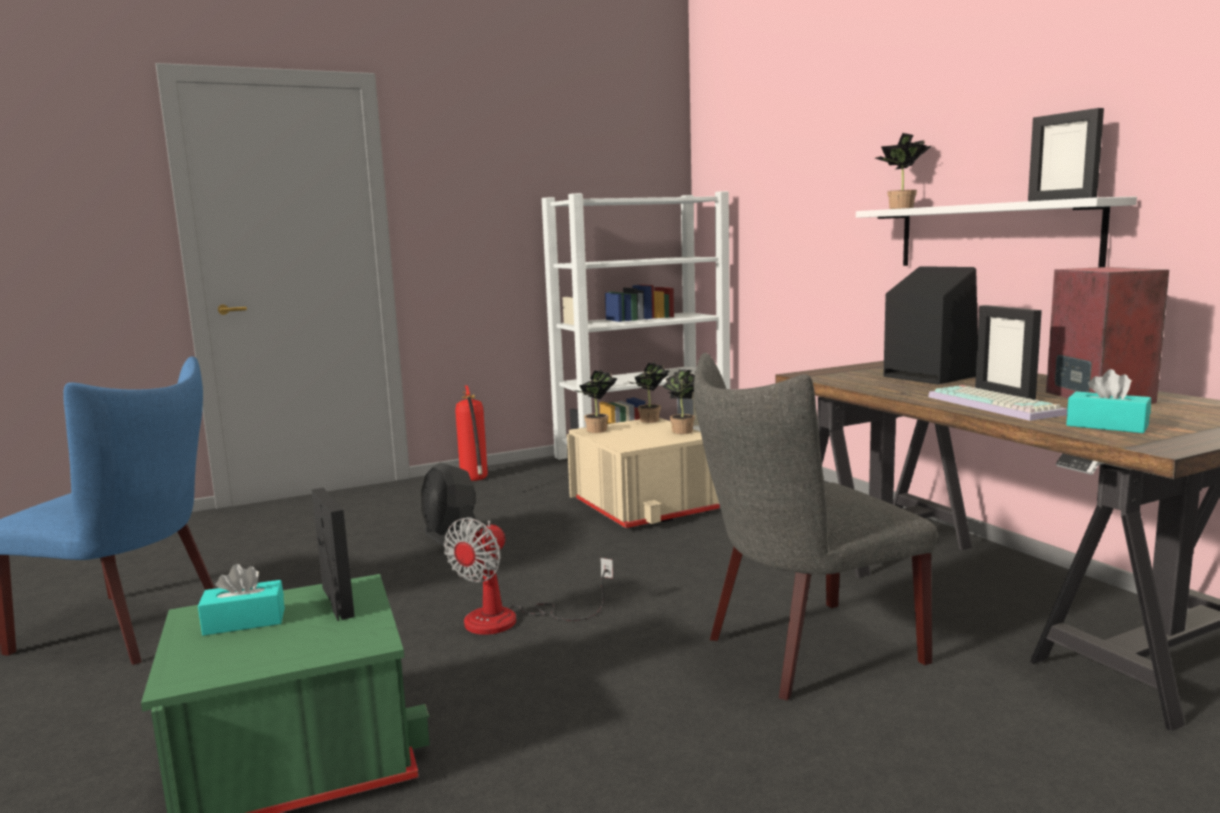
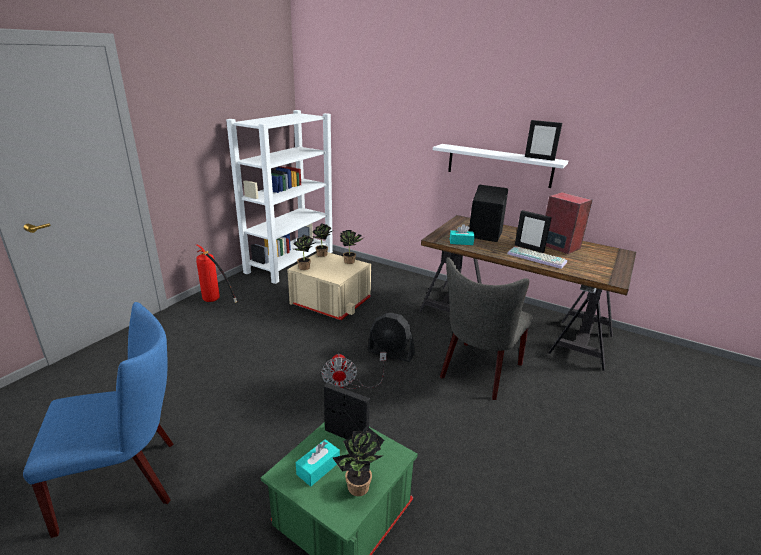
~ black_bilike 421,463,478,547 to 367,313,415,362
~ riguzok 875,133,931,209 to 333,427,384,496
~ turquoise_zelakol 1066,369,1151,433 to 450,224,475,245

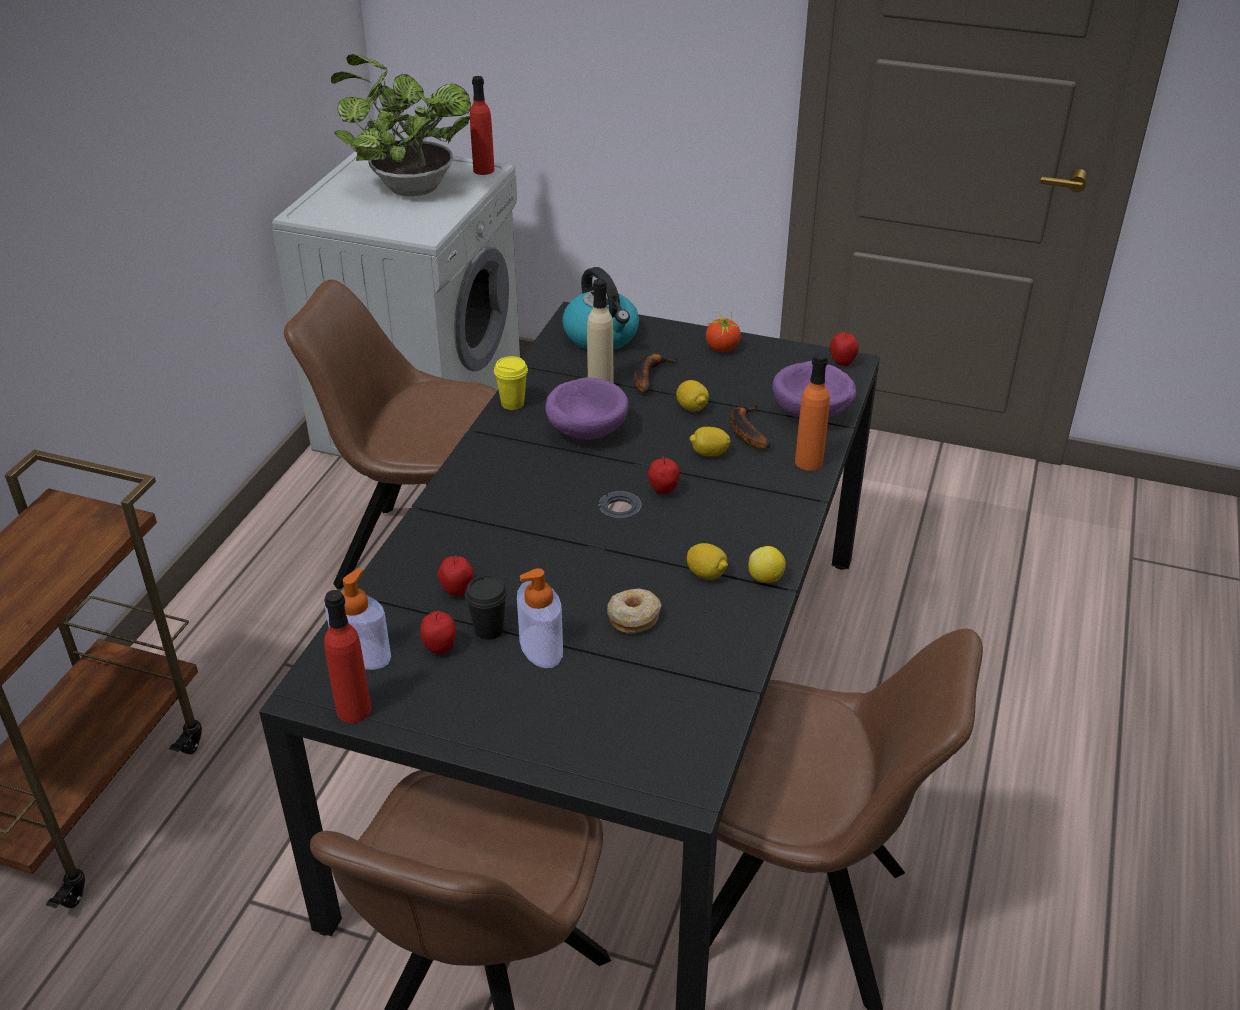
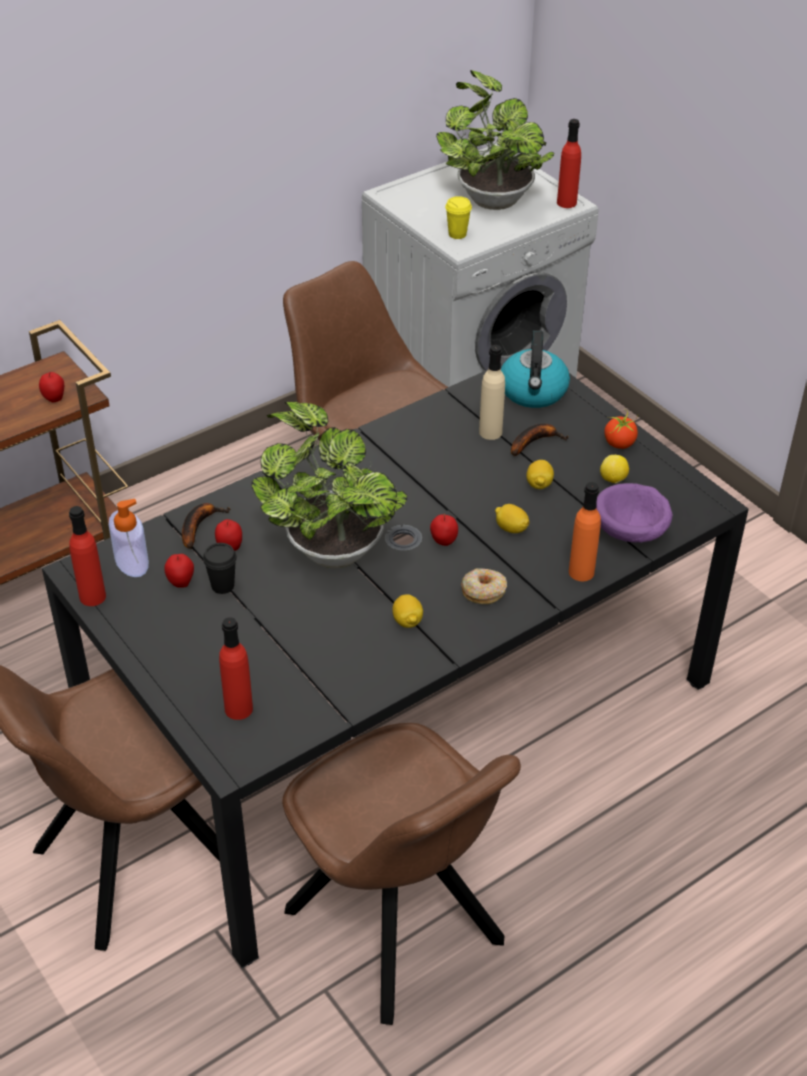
- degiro 517,568,563,668
- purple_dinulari 545,377,628,440
+ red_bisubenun 219,617,253,720
+ riguzok 252,402,407,568
~ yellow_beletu 494,356,528,410 to 445,196,472,239
~ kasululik 607,588,662,634 to 461,569,507,604
~ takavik 730,404,771,449 to 182,503,231,549
~ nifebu 749,546,786,583 to 600,455,629,483
~ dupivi 830,331,859,366 to 39,372,64,403

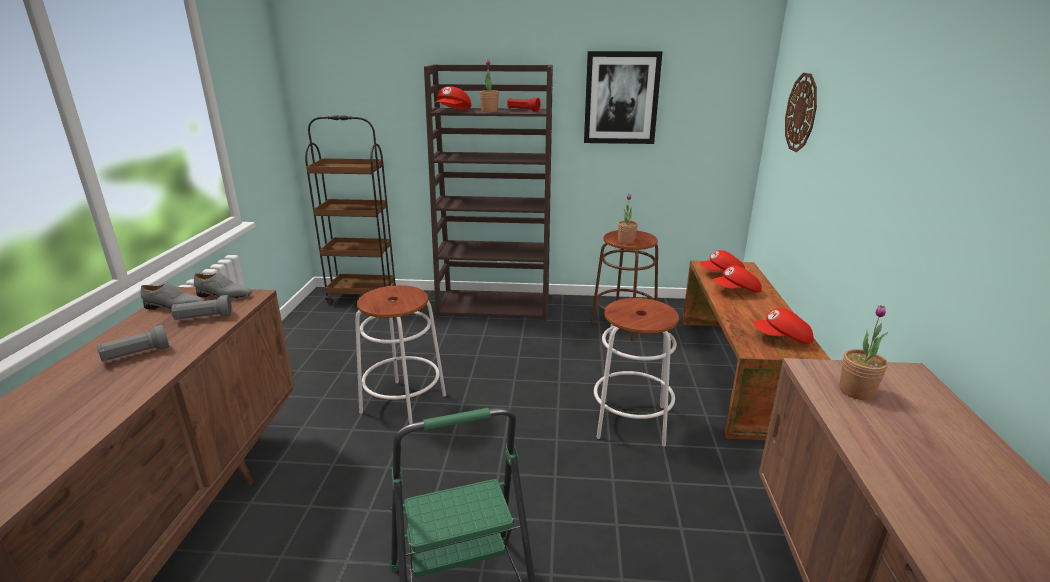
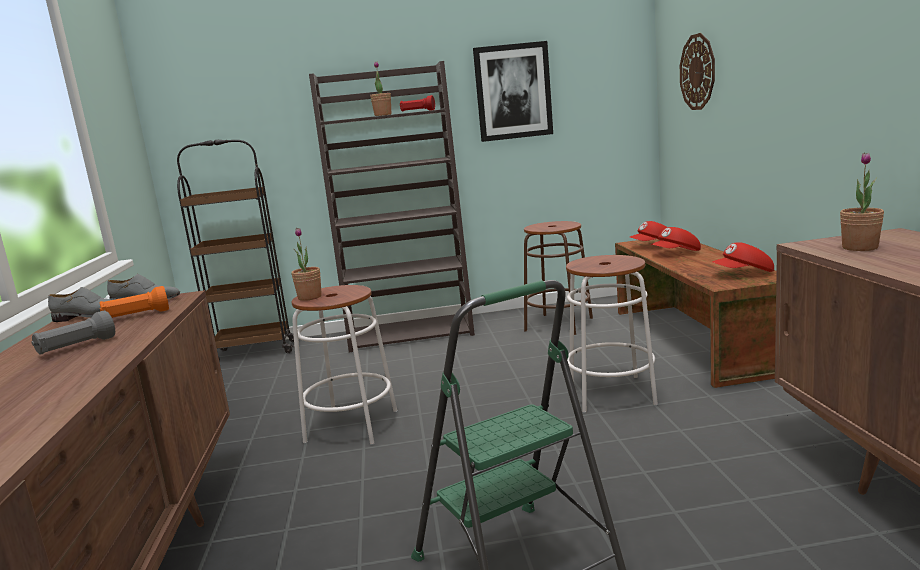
- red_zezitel 434,86,471,110
~ riguzok 618,194,638,244 to 291,228,322,301
~ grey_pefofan 172,295,232,320 to orange_pefofan 100,286,169,318

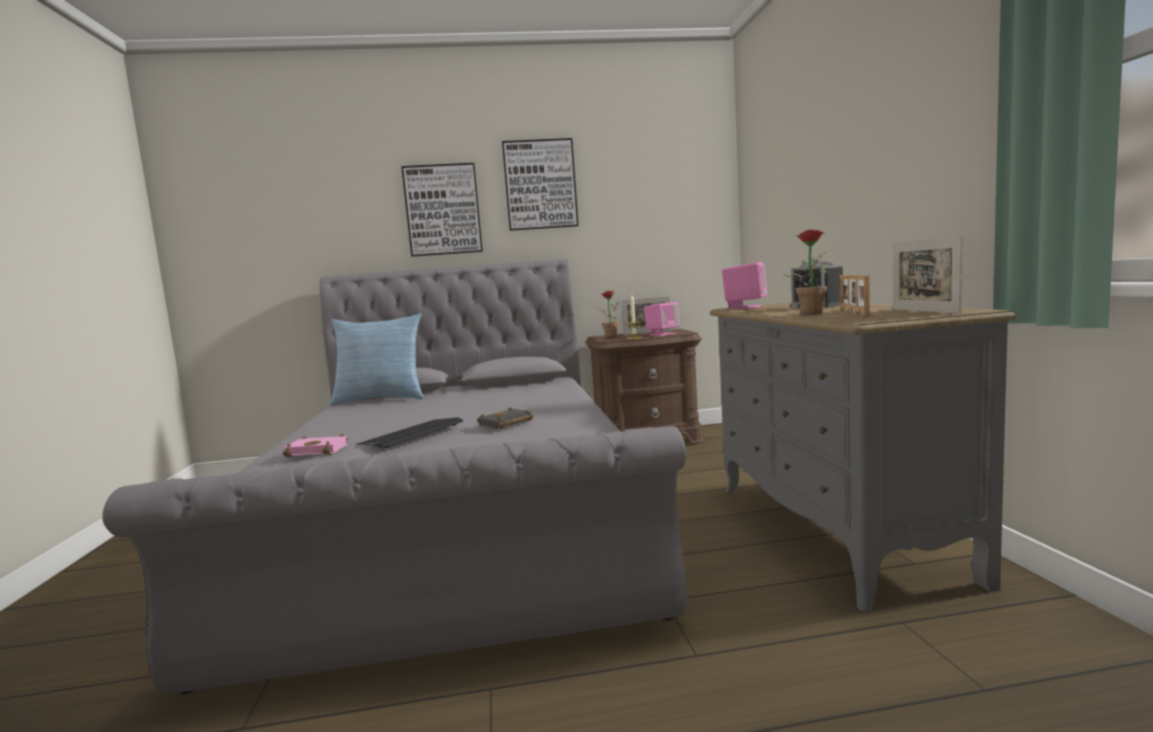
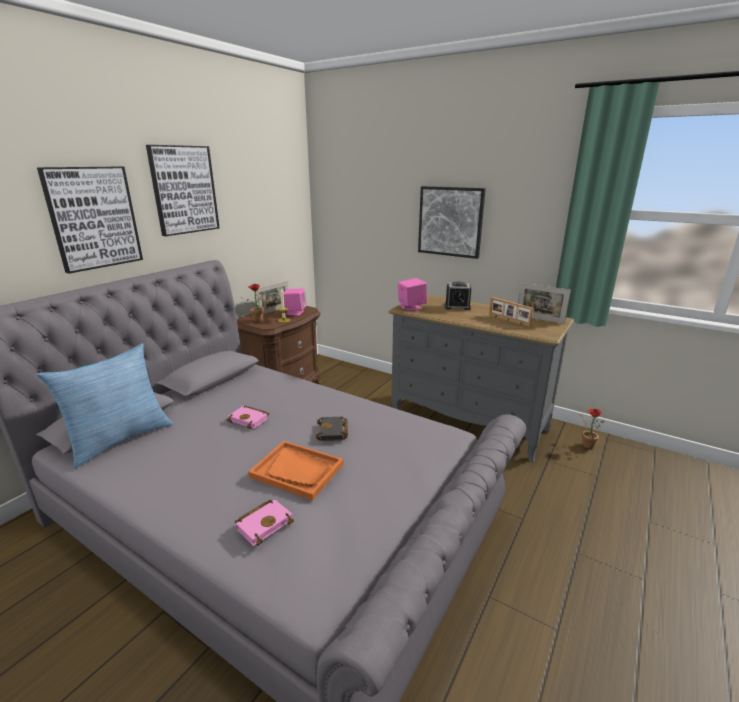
+ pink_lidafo 227,406,269,429
+ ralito 418,186,486,259
~ riguzok 783,229,828,314 to 579,408,604,449
~ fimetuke 357,417,463,448 to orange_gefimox 248,441,343,501

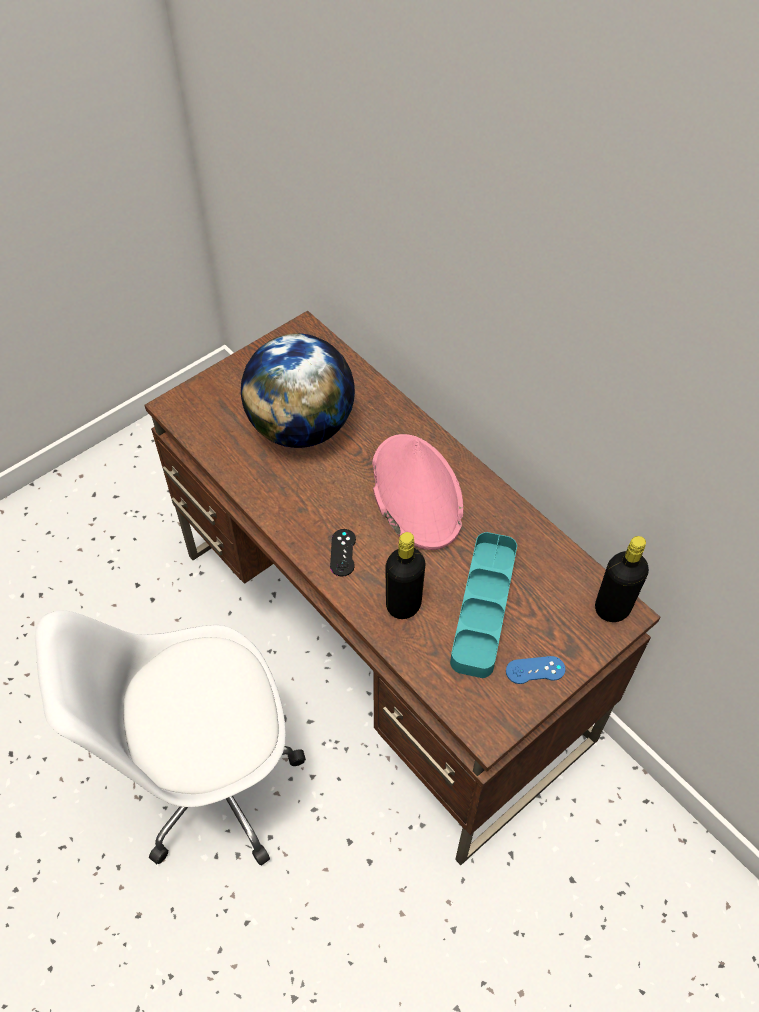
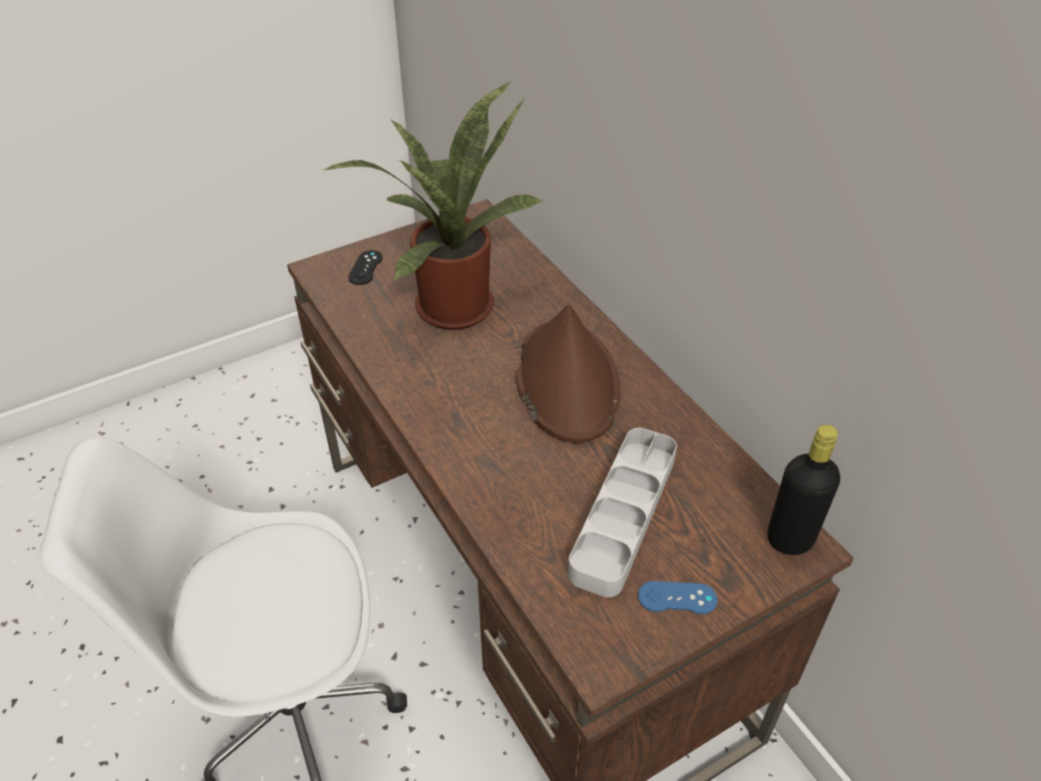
- black_bisubenun 385,532,425,619
~ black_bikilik 330,529,356,577 to 348,250,383,285
~ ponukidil 241,333,355,448 to riguzok 324,81,543,330
~ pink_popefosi 372,434,463,550 to brown_popefosi 516,304,620,443
~ turquoise_gefimox 450,532,517,678 to grey_gefimox 568,428,677,597

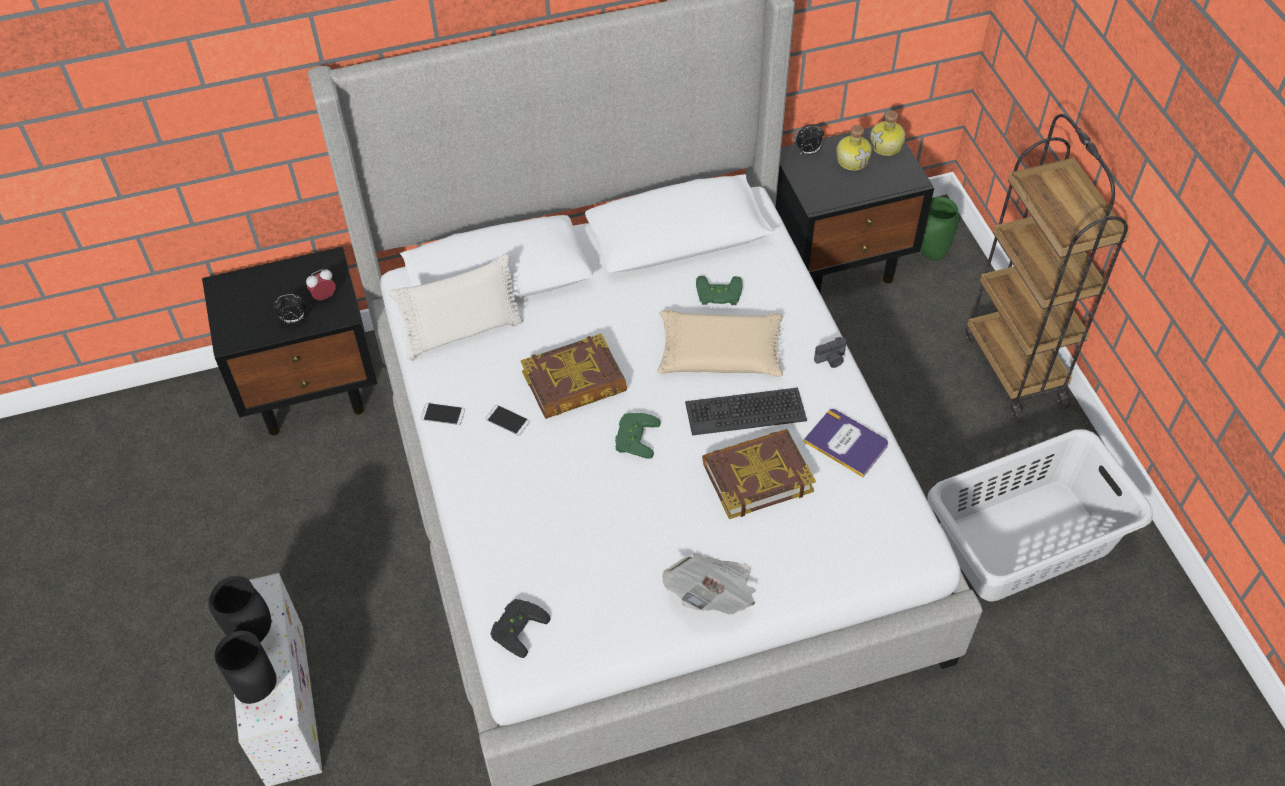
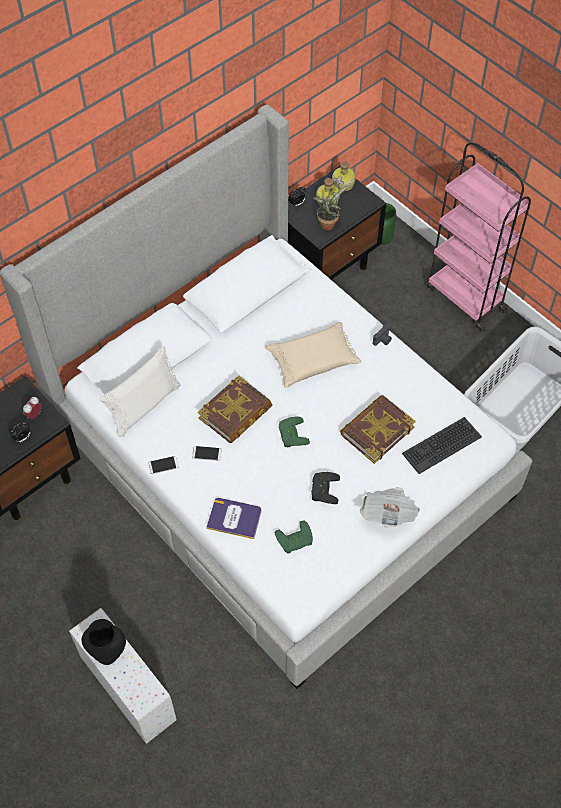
- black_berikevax 215,631,277,704
+ riguzok 313,185,349,230
~ black_bikilik 490,599,551,658 to 311,472,340,504
~ fimetuke 685,388,807,435 to 402,417,482,474
~ green_bikilik 696,276,743,305 to 275,520,313,554
~ lidafo 803,409,888,477 to 206,498,262,539
~ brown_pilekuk 965,114,1129,421 to pink_pilekuk 427,142,531,333

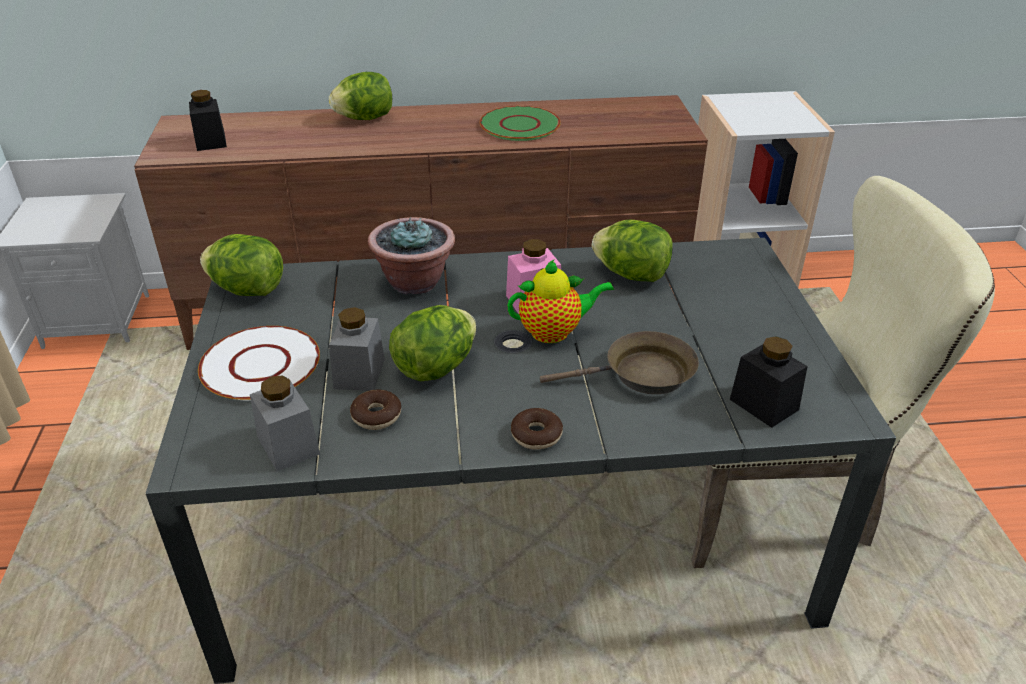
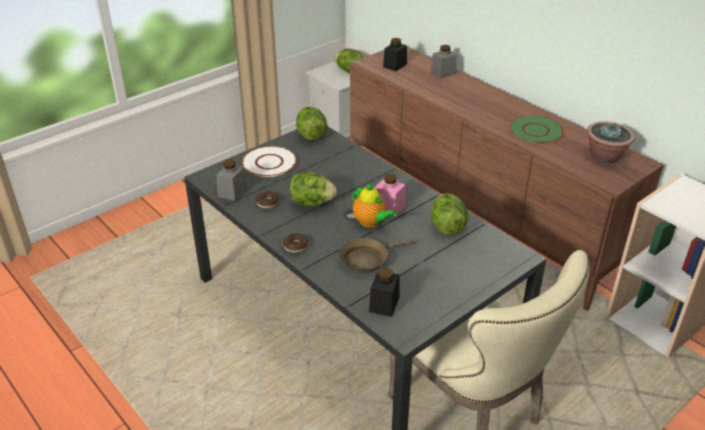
~ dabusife 329,72,392,120 to 334,48,364,73
~ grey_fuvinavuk 329,307,385,391 to 431,45,457,78
~ riguzok 368,217,455,294 to 587,121,635,163
~ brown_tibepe 540,331,699,394 = 339,238,416,273 105 degrees clockwise

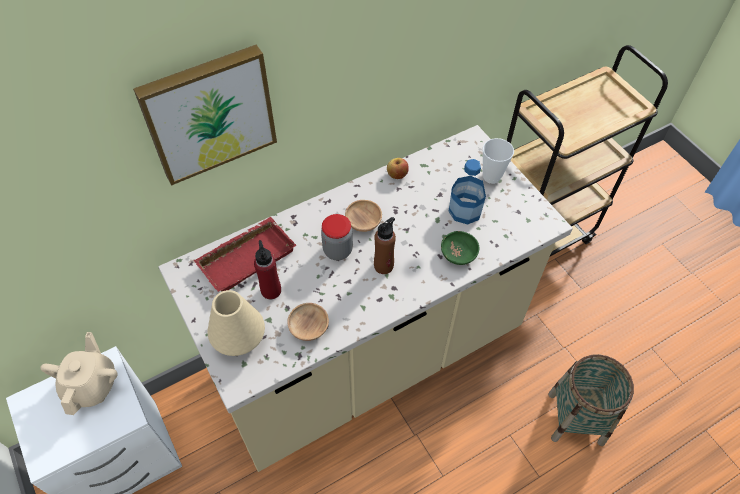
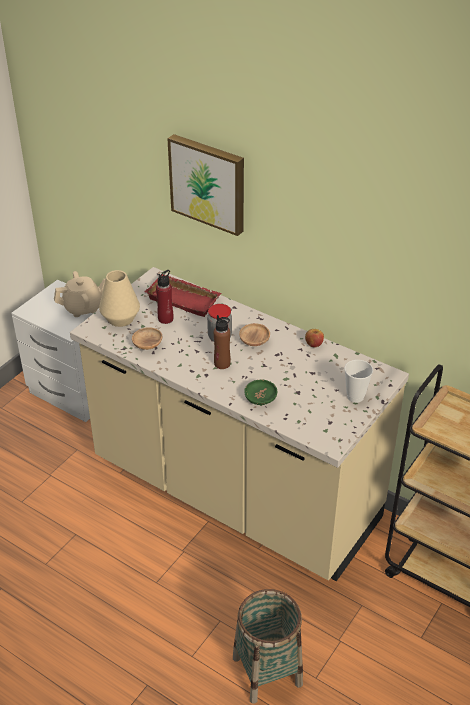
- bisubenun 448,159,486,224

